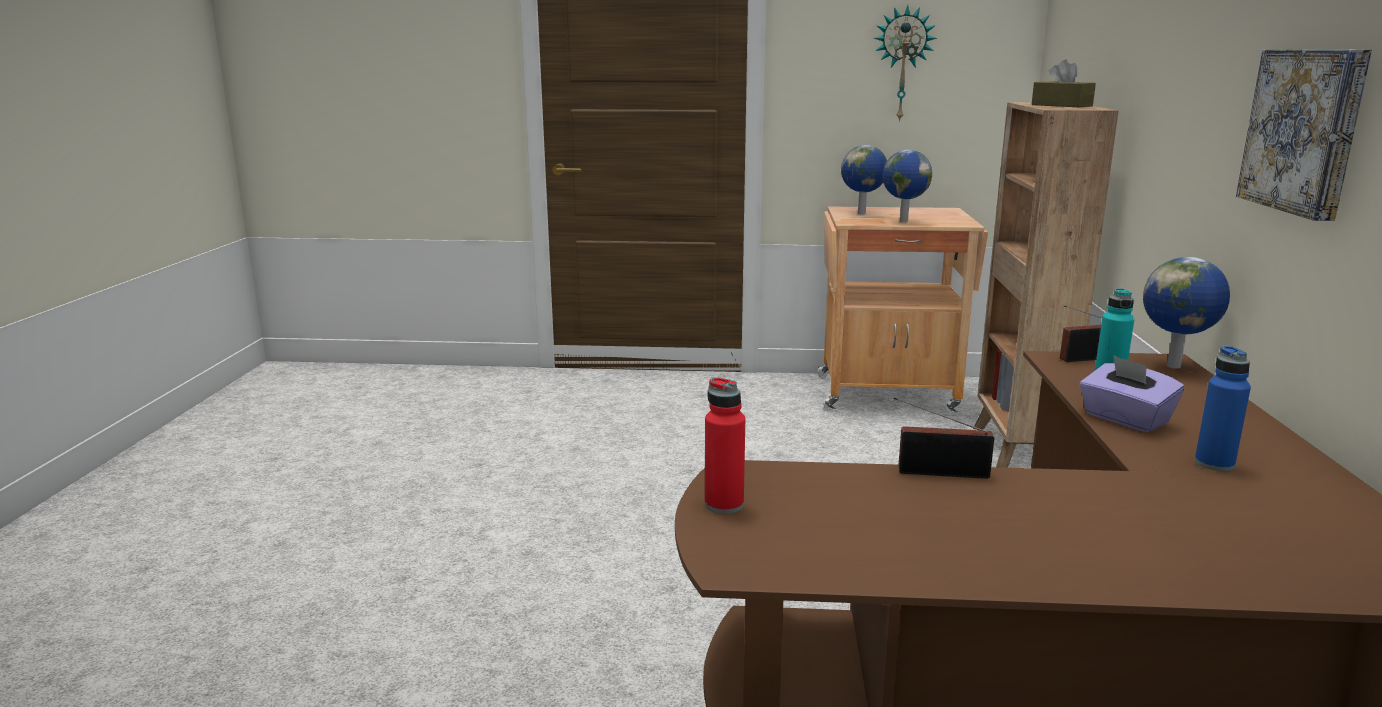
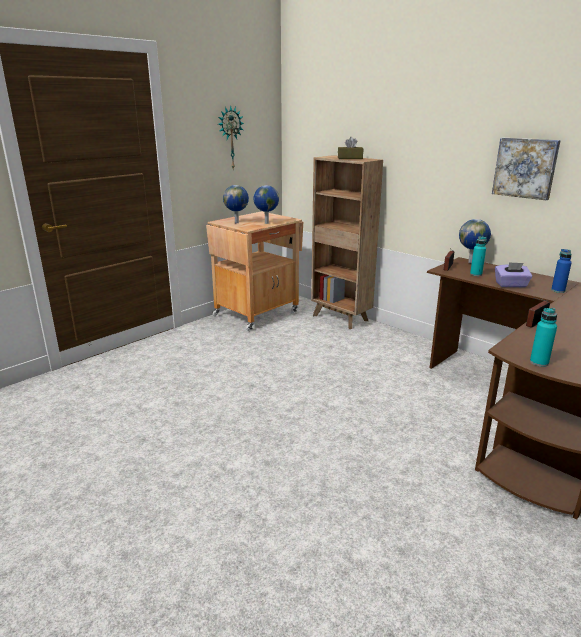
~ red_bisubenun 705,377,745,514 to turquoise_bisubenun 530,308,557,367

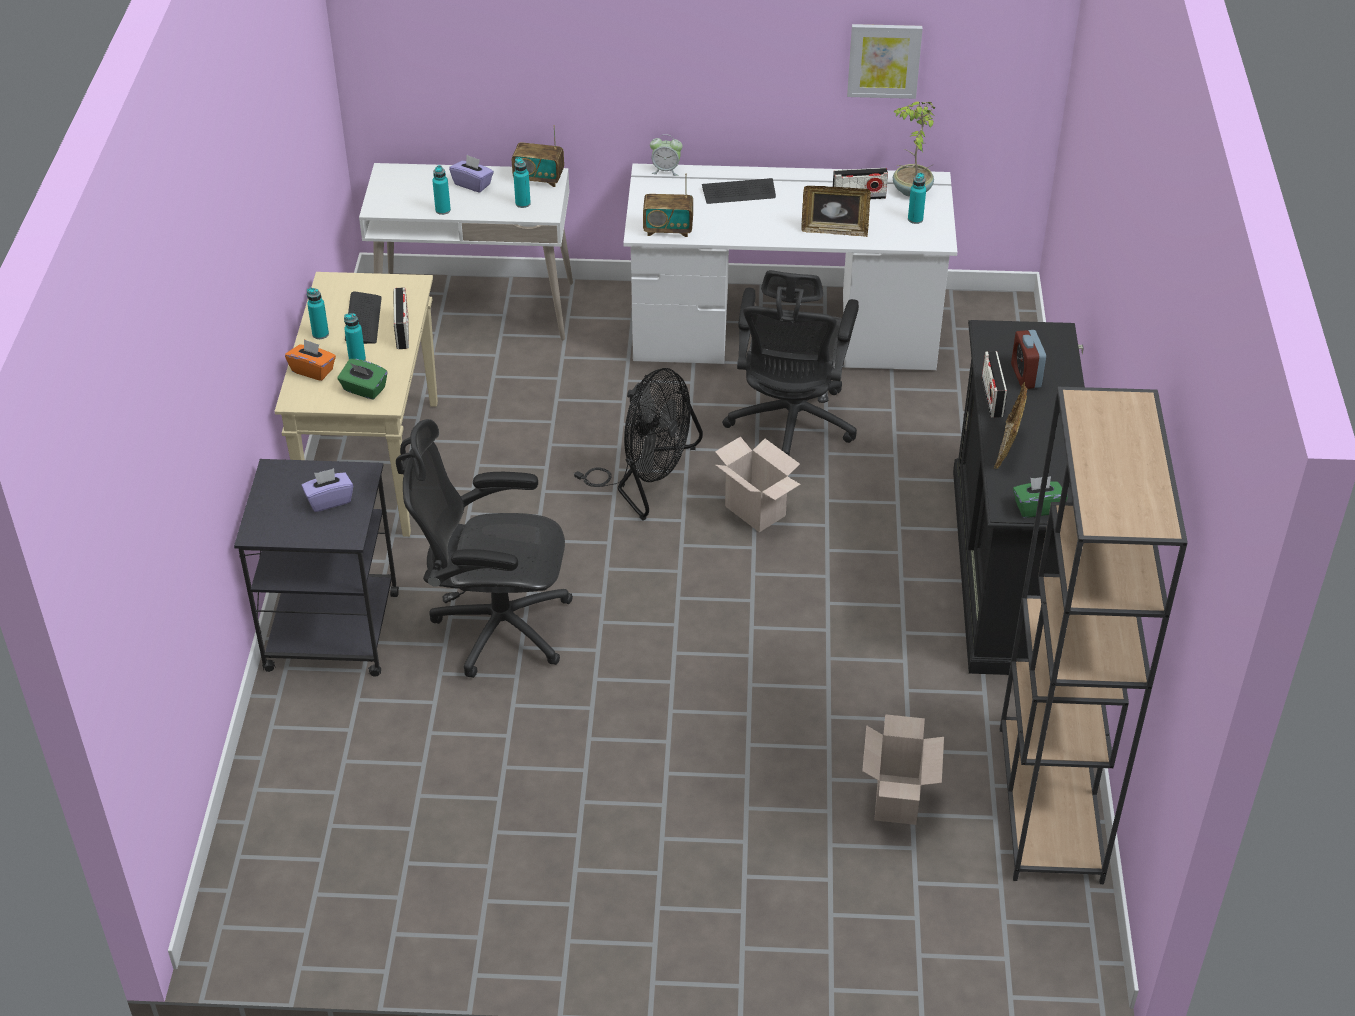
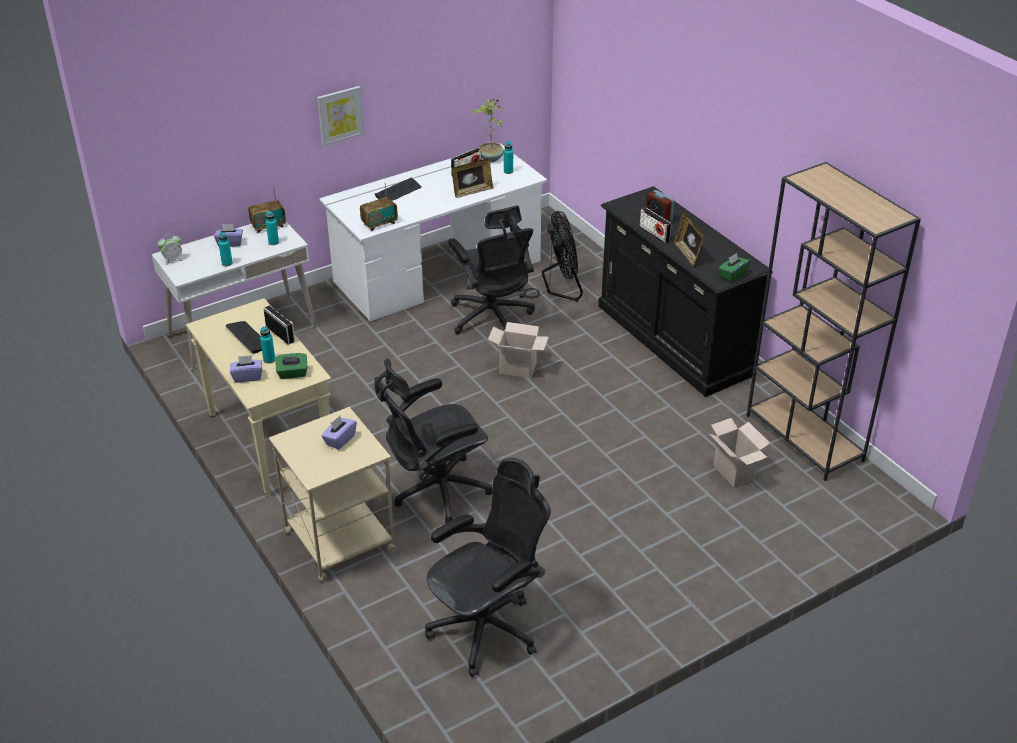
- turquoise_bisubenun 307,288,329,339
+ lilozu 425,458,551,677
~ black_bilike 574,368,703,521 to 519,211,583,302
~ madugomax 650,134,683,176 to 158,234,183,265
~ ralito 847,24,923,99 to 317,86,364,146
~ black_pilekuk 234,459,399,677 to beige_pilekuk 269,407,397,582
~ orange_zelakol 285,339,336,381 to purple_zelakol 230,355,262,383

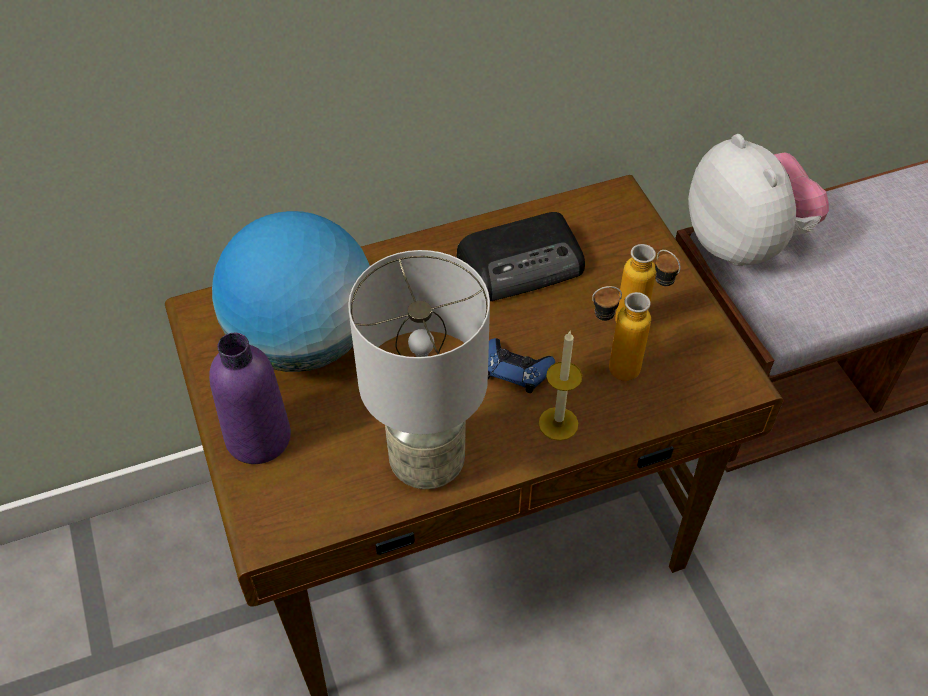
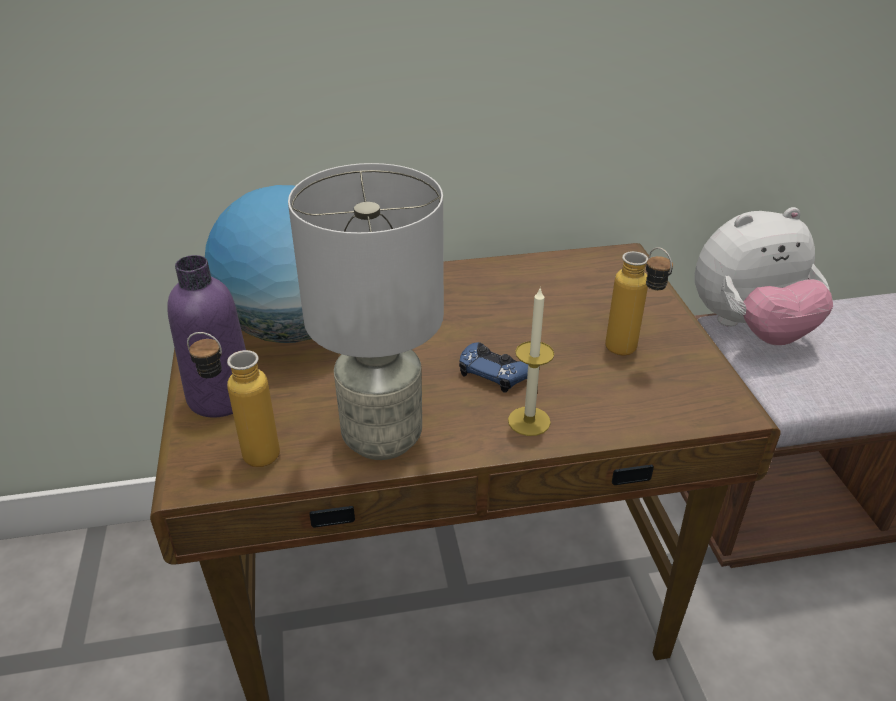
- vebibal 457,212,585,301
~ bisubenun 592,286,651,381 to 187,332,280,467
~ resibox 688,134,829,266 = 695,207,833,345 90 degrees clockwise

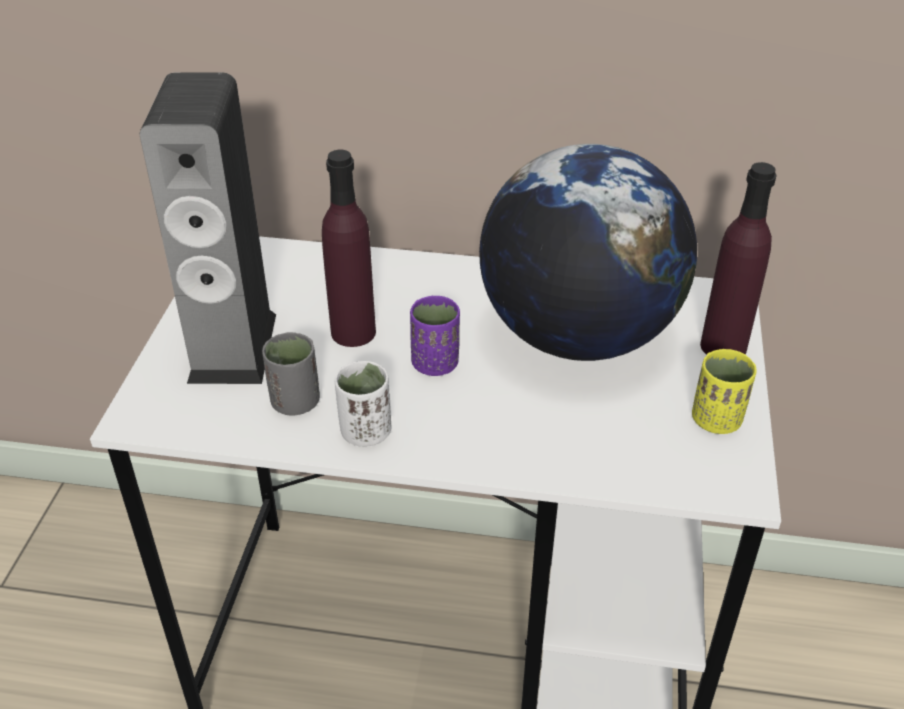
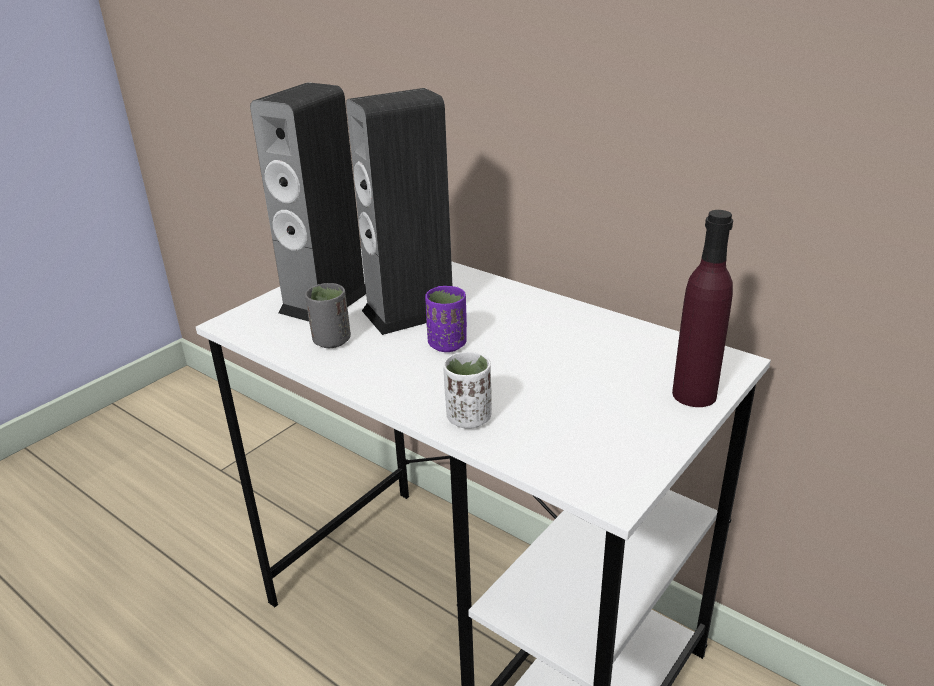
- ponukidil 479,144,697,361
- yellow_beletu 692,349,757,434
~ white_beletu 335,361,391,447 to 443,352,492,429
~ purple_bisubenun 322,150,376,347 to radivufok 346,88,452,335

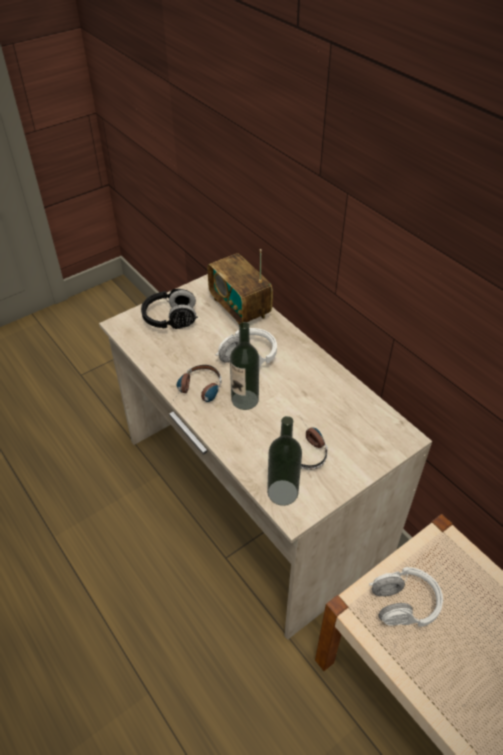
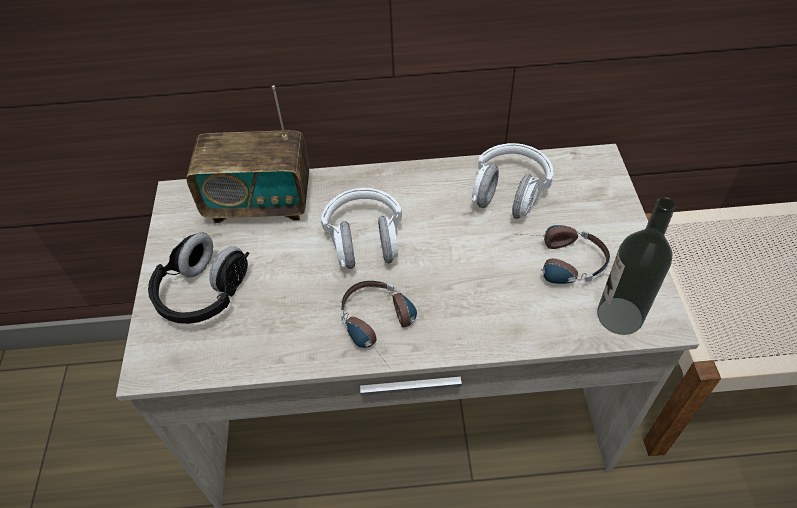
- bisubenun 230,322,259,410
~ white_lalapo 369,567,443,627 to 472,143,553,219

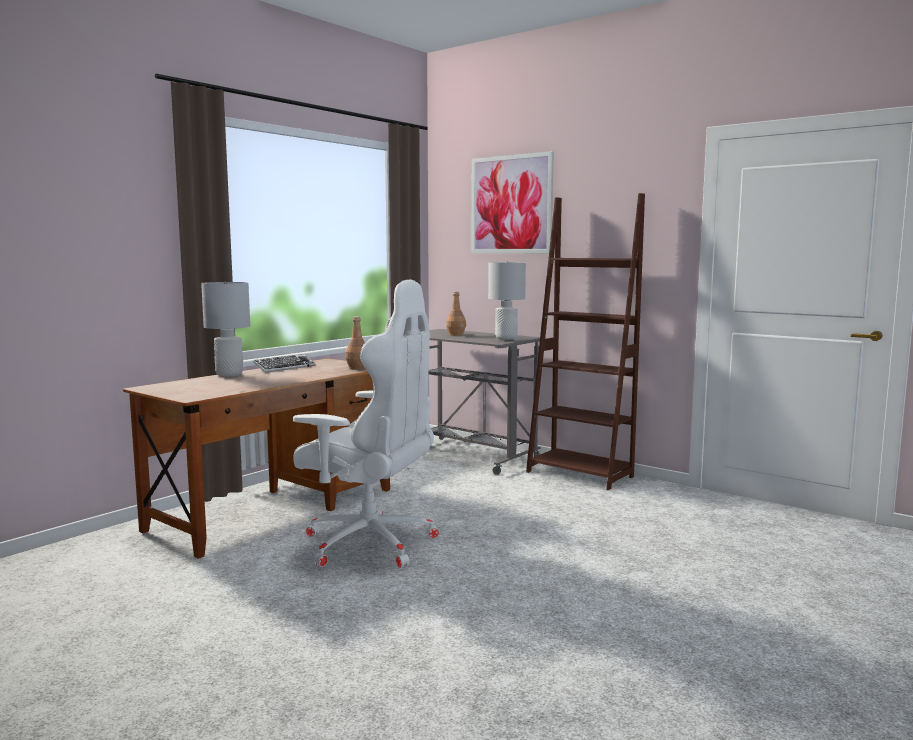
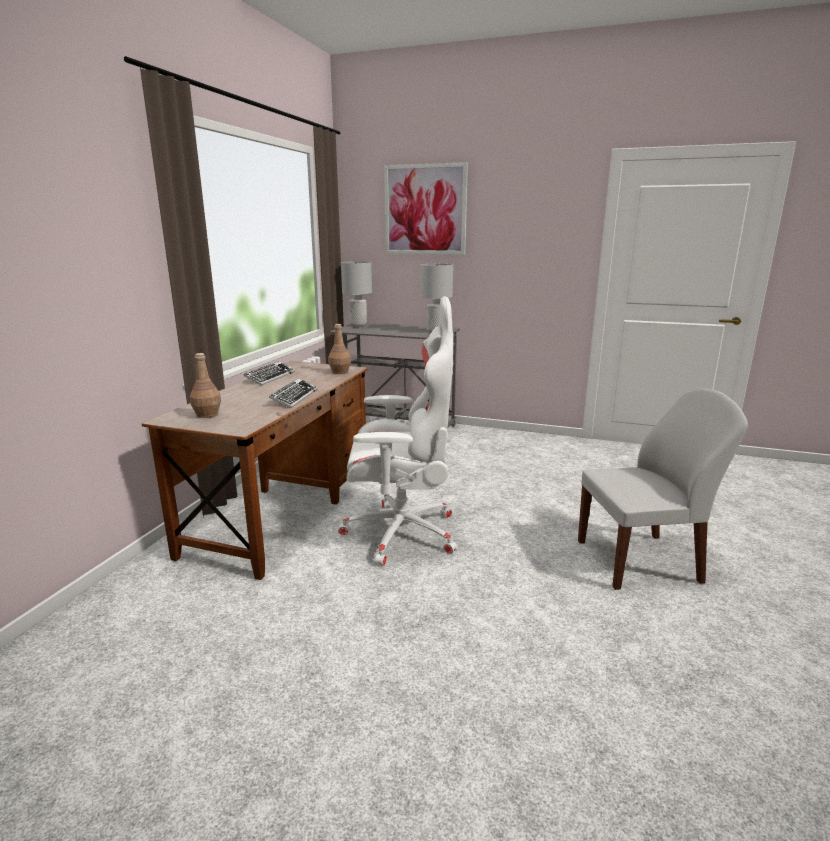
- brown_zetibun 526,193,645,490
+ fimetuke 269,378,318,408
+ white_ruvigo 578,389,748,590
~ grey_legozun 201,281,250,377 to 341,261,372,327
~ brown_bisubenun 446,292,466,336 to 190,353,221,418

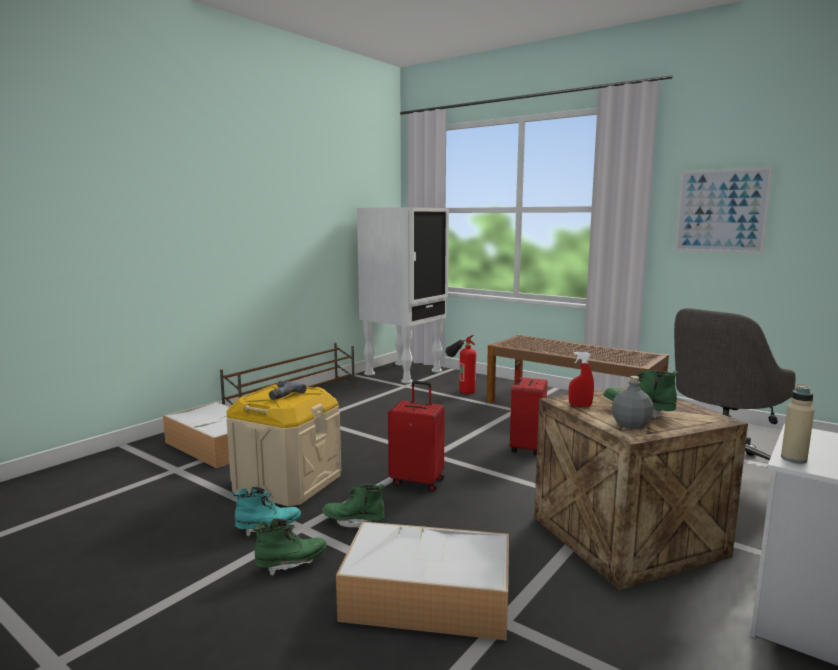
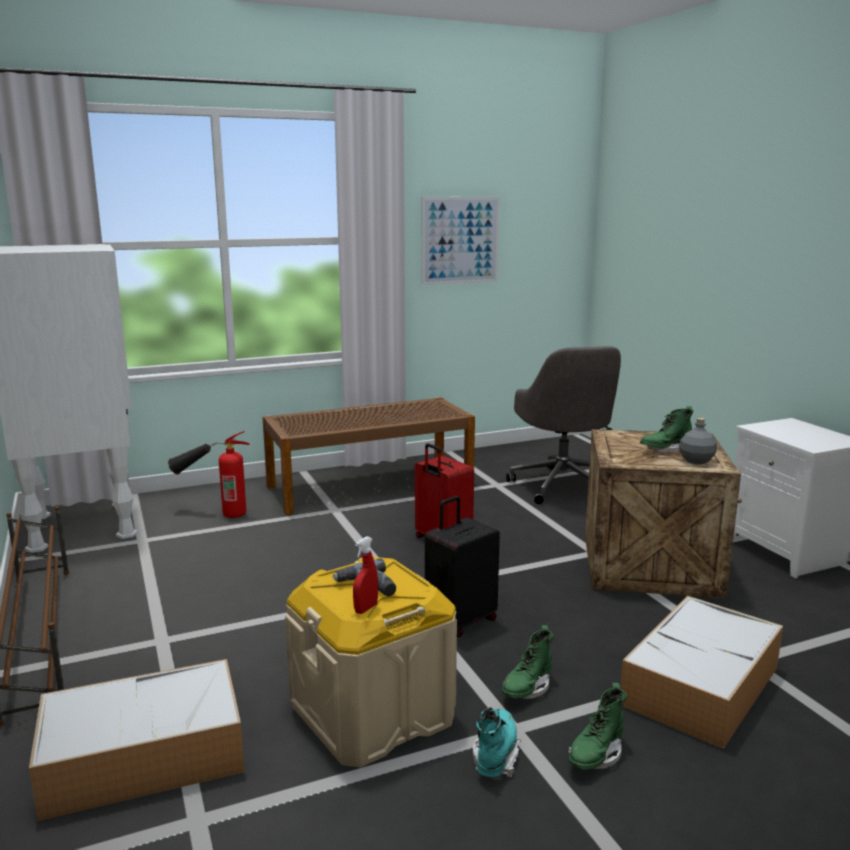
- beige_bisubenun 781,384,814,463
~ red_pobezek 569,352,594,407 to 353,536,378,614
~ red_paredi 388,381,445,491 to black_paredi 425,496,500,637
~ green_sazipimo 253,518,327,576 = 568,683,627,769 150 degrees counterclockwise

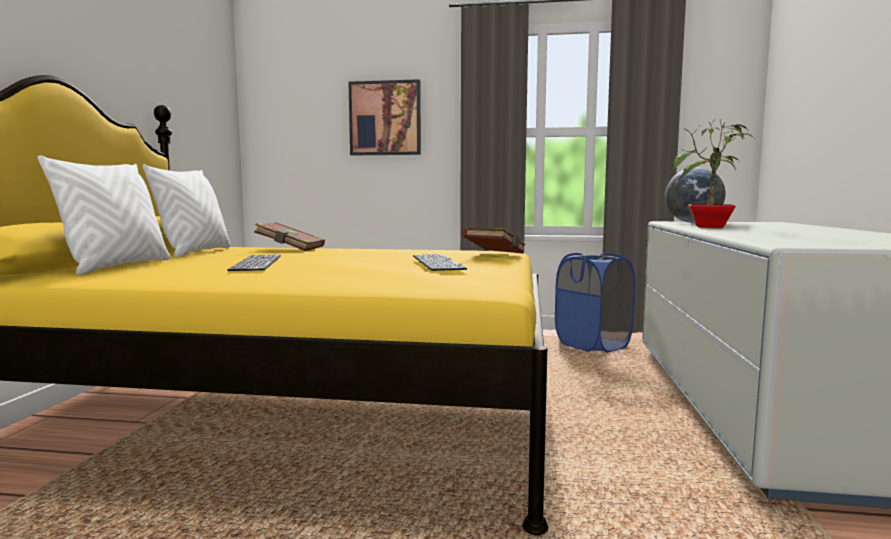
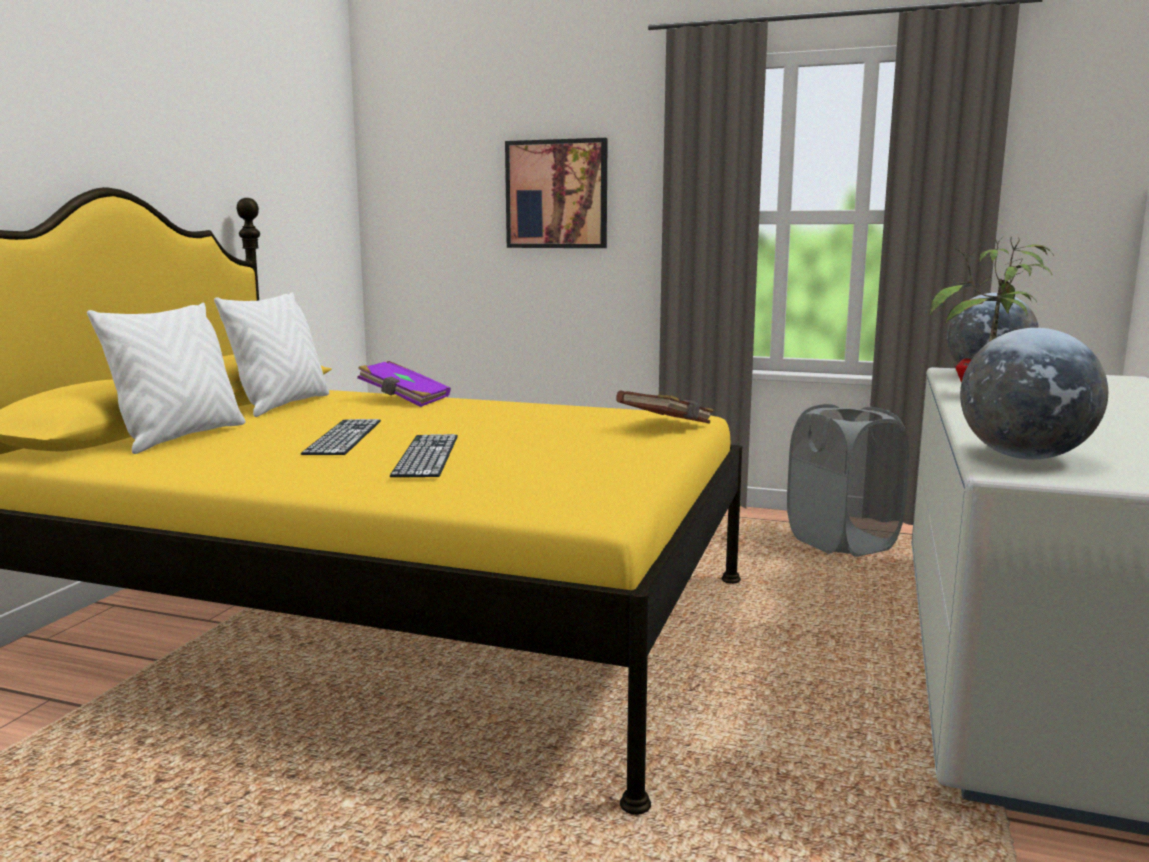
+ ponukidil 960,328,1108,460
~ fimetuke 413,254,467,271 to 390,434,458,477
~ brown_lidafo 254,222,325,251 to purple_lidafo 357,361,451,407
~ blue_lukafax 555,253,635,353 to grey_lukafax 787,404,909,557

